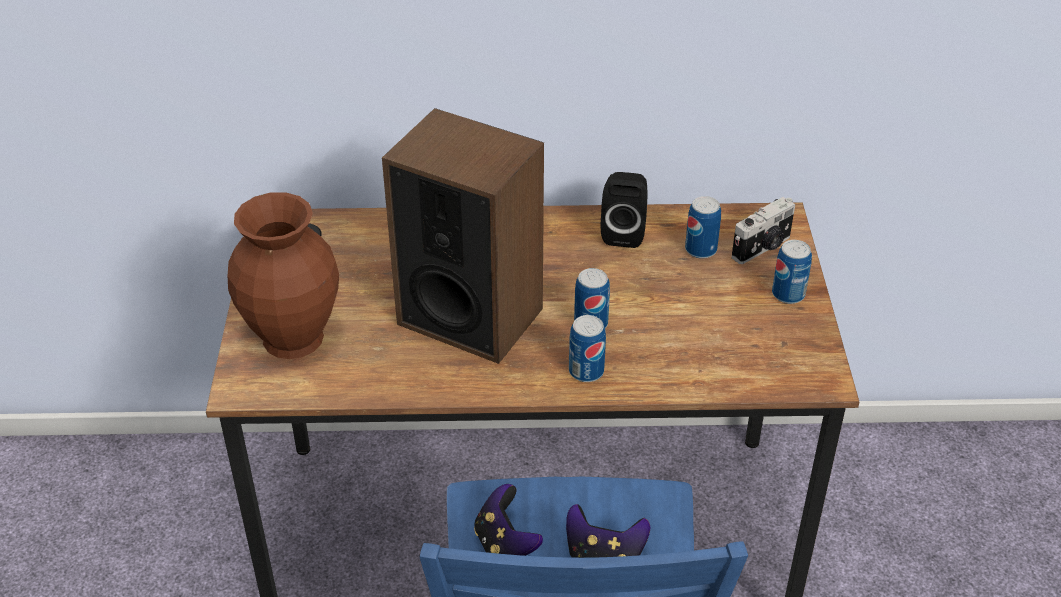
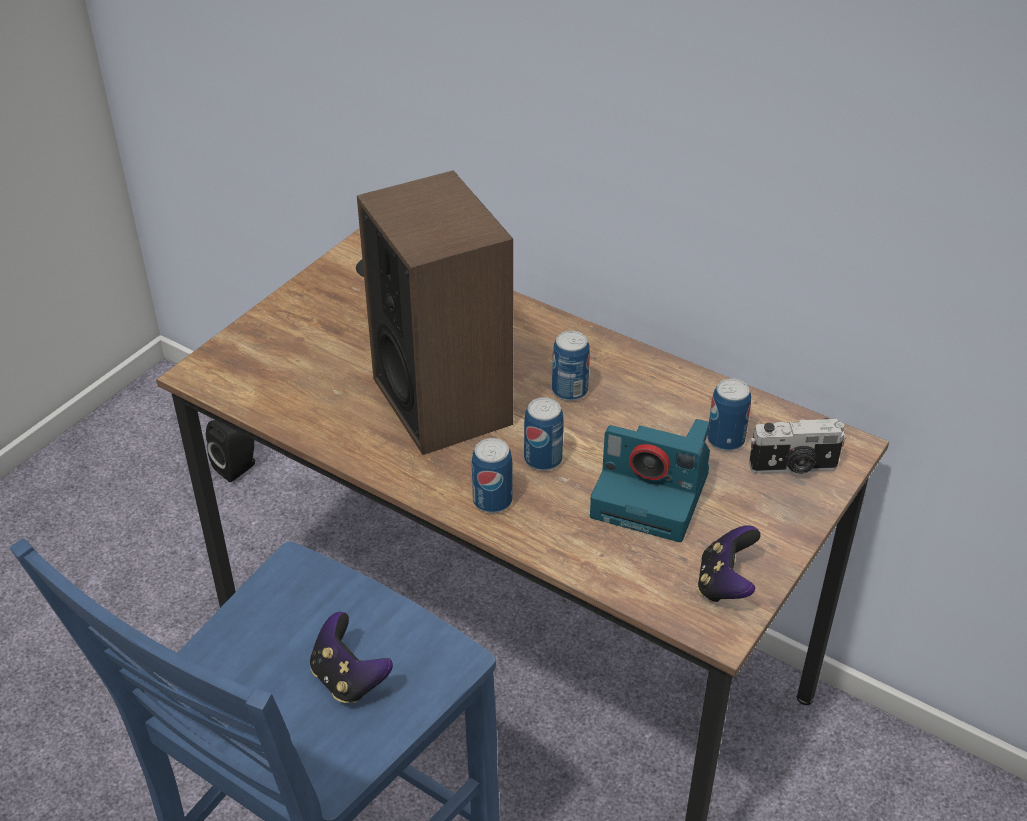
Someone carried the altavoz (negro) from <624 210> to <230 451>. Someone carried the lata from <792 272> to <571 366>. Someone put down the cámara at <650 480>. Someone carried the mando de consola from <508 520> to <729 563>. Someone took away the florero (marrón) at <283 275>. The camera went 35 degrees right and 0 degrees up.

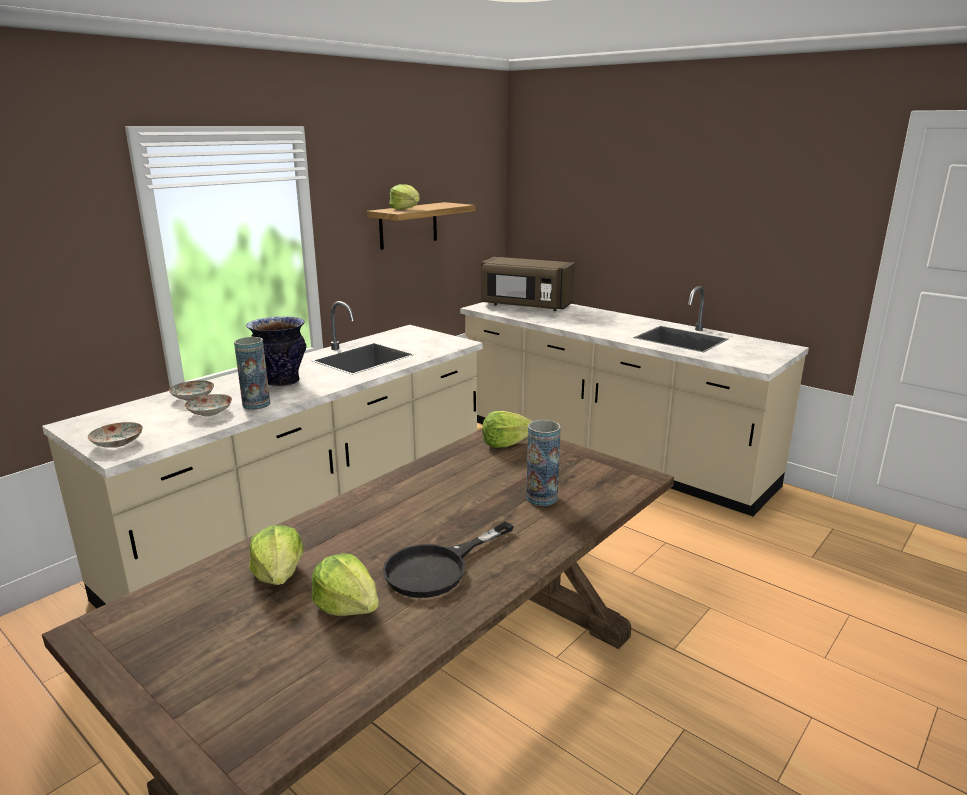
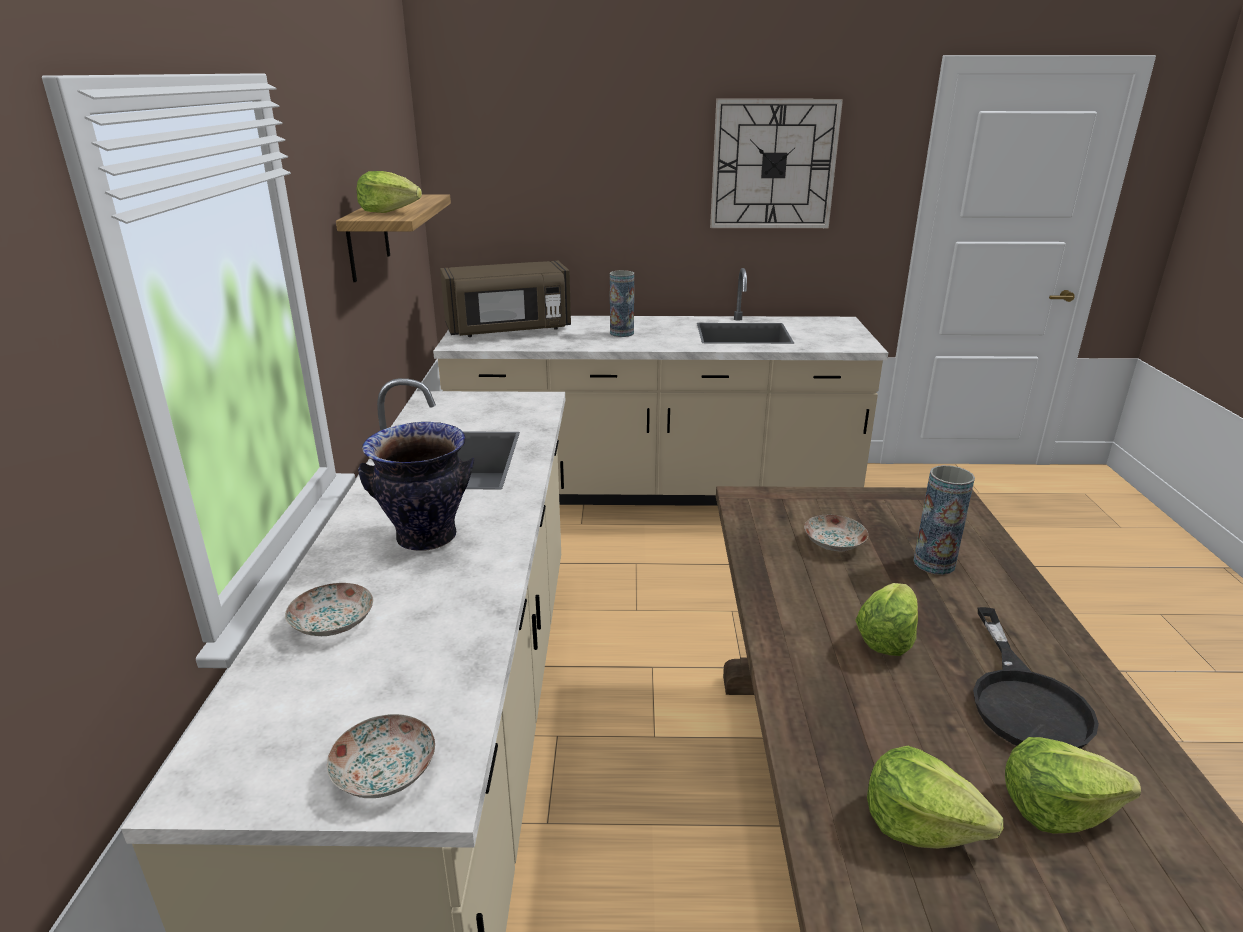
Someone carried the florero from <252 373> to <622 303>. Someone put up the reloj de pared at <776 163>. Someone carried the plato from <208 405> to <836 533>. Someone carried the lechuga from <507 429> to <886 619>. The camera went 40 degrees left and 5 degrees up.

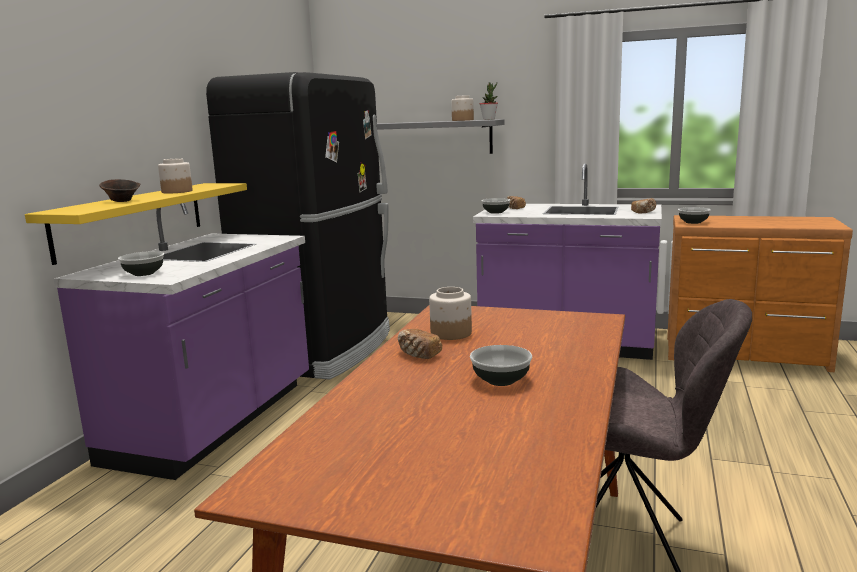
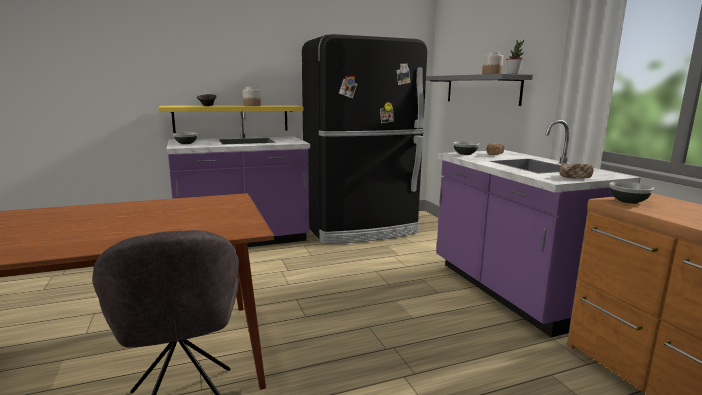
Someone took away the pan at <420 344>. Someone took away the tarro at <450 313>. Someone took away the cuenco at <501 365>. The camera went 50 degrees right and 0 degrees up.

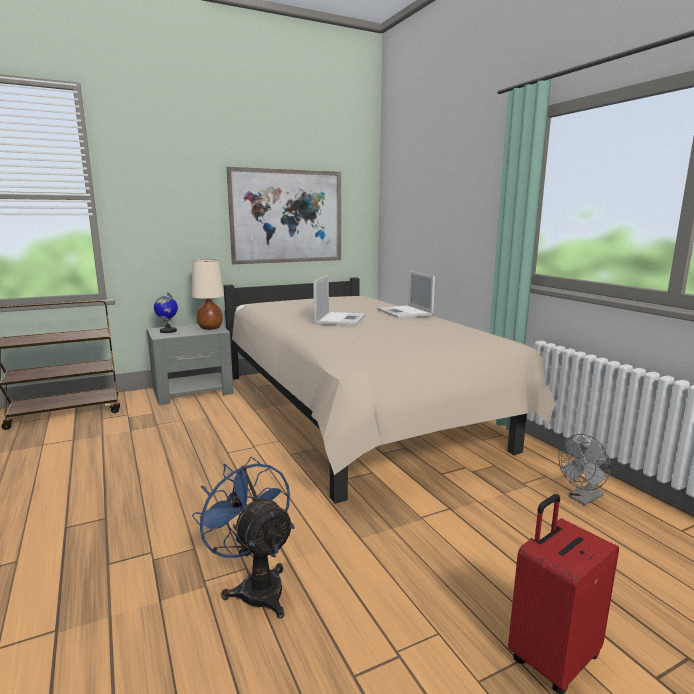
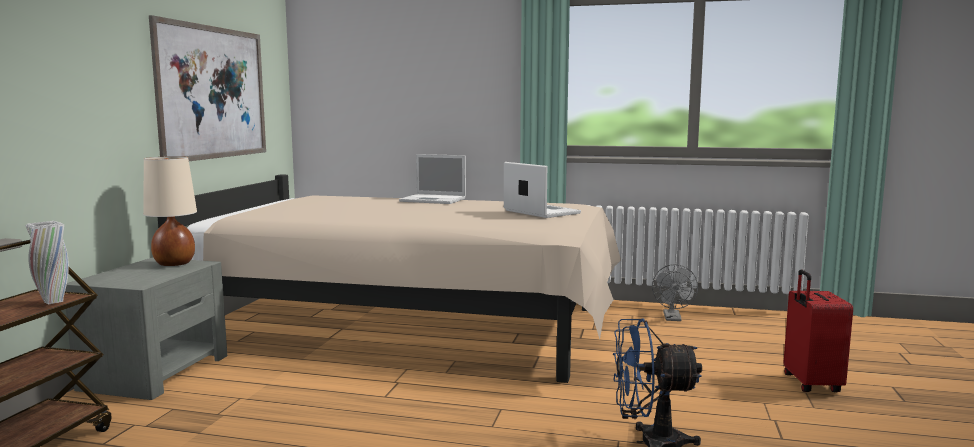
Someone put down the florero (blanco) at <47 263>. Someone carried the portátil from <339 300> to <542 190>. Someone took away the globo terráqueo at <166 313>. The camera went 50 degrees left and 5 degrees down.

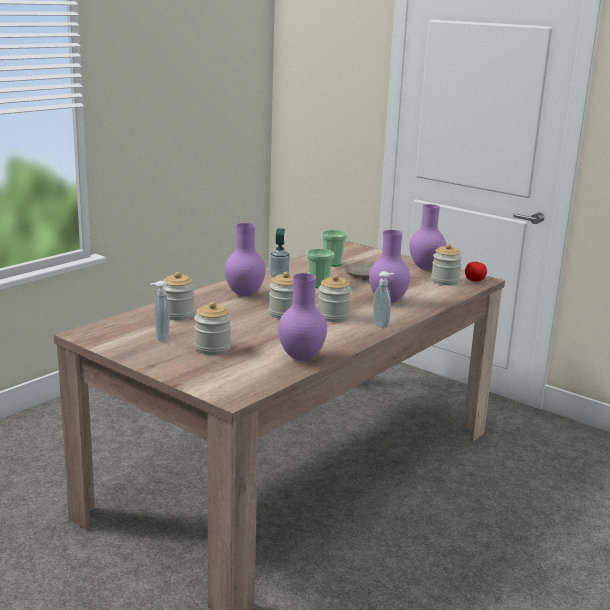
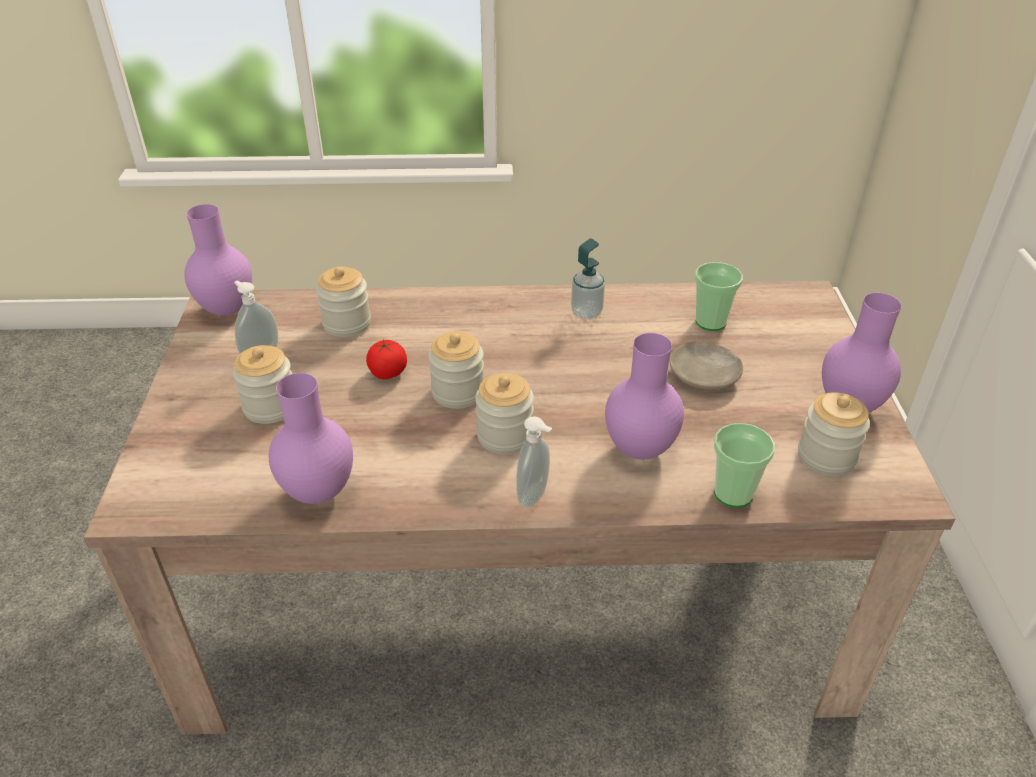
Someone carried the florero (morado) from <245 260> to <218 260>. Someone carried the tomate from <476 271> to <386 359>. Someone carried the taza from <320 268> to <744 465>. The camera went 50 degrees right and 20 degrees up.

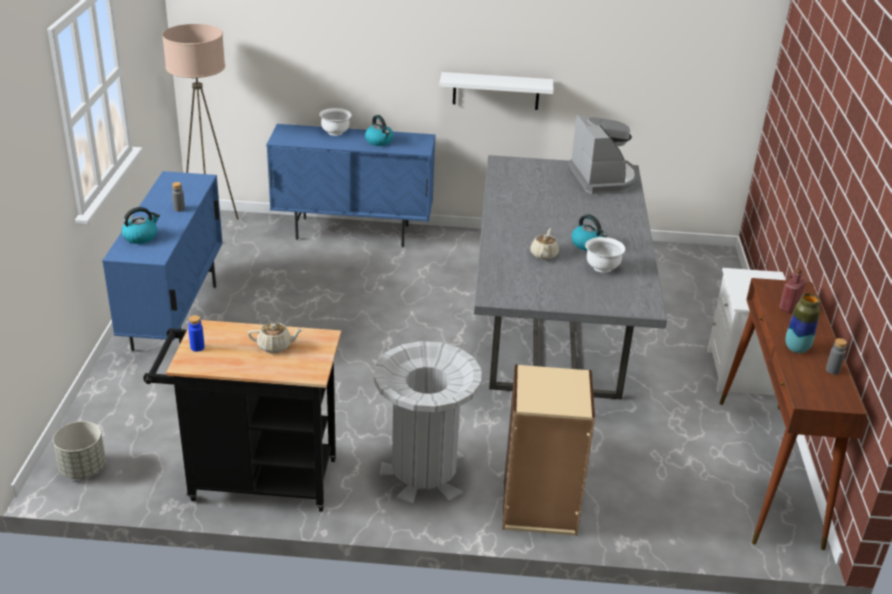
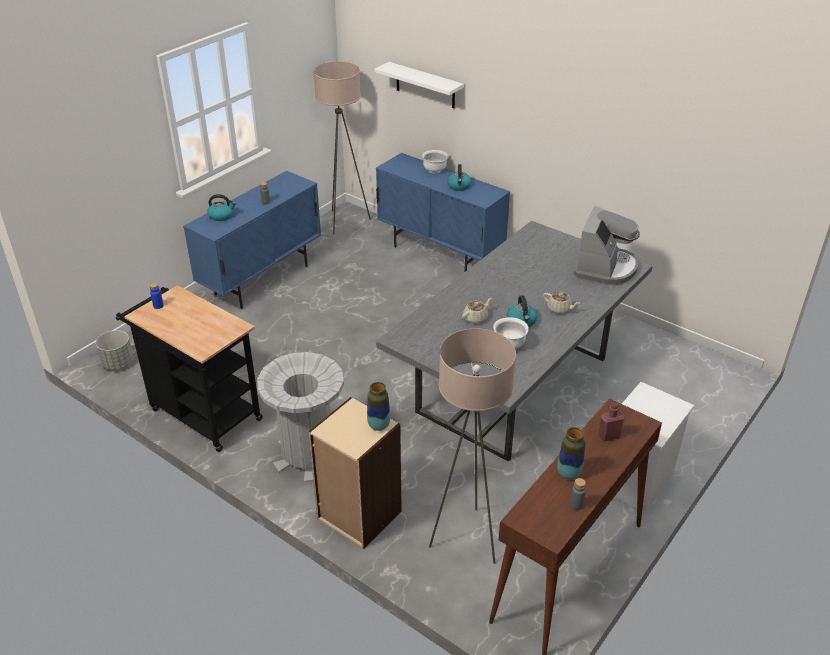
Someone put down the florero at <378 406>. Someone carried the estante (blanco) from <496 91> to <419 85>. Someone put down the lámpara de pie (beis) at <472 446>. Someone carried the tetera (beis) from <275 337> to <561 303>. The camera went 35 degrees right and 5 degrees up.

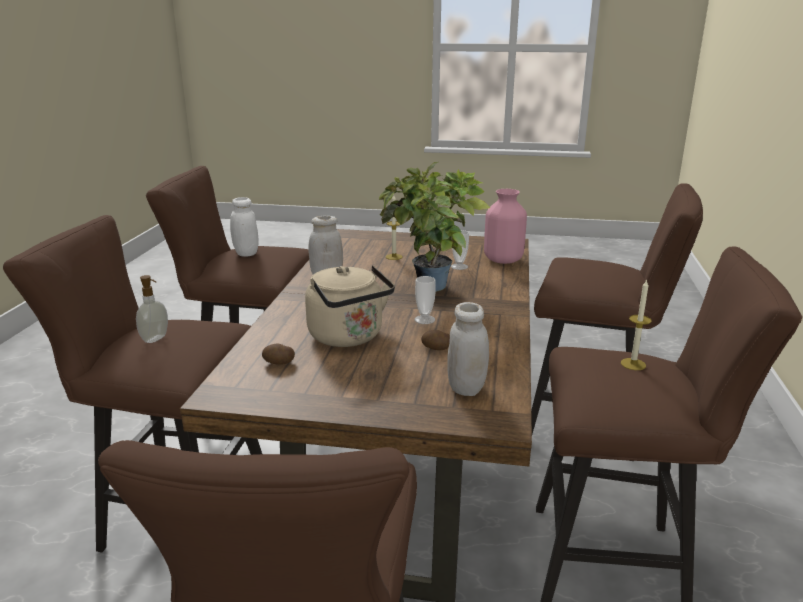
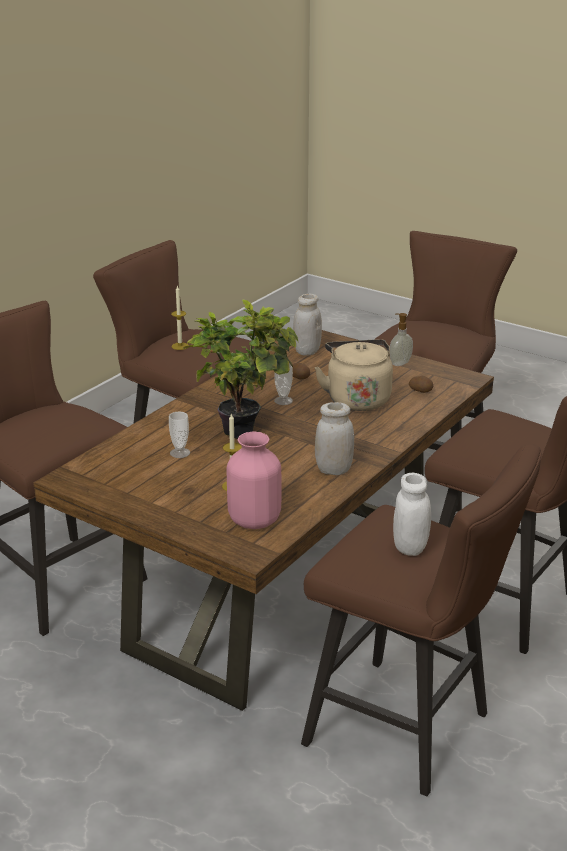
Someone carried the florero (rosa) from <505 226> to <254 480>. Someone carried the dispensador de jabón from <152 309> to <401 339>. The camera went 155 degrees left and 5 degrees up.

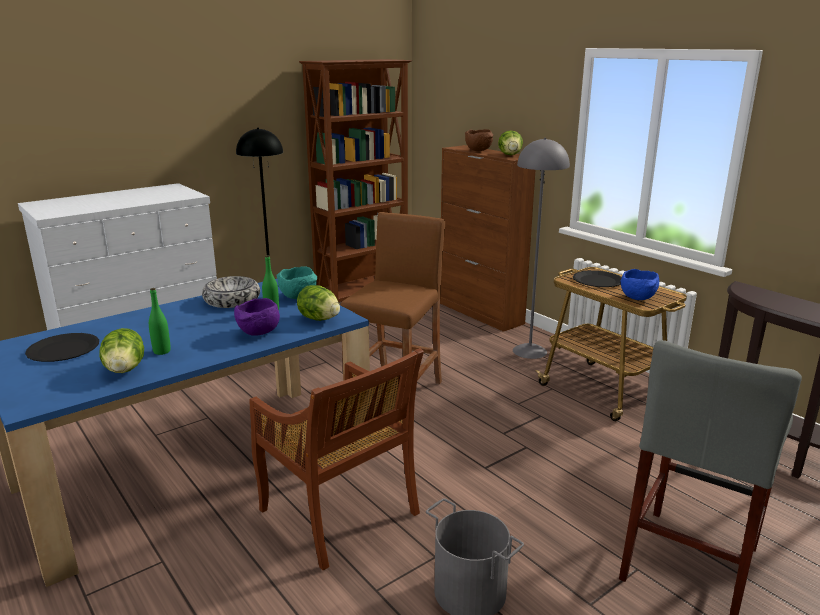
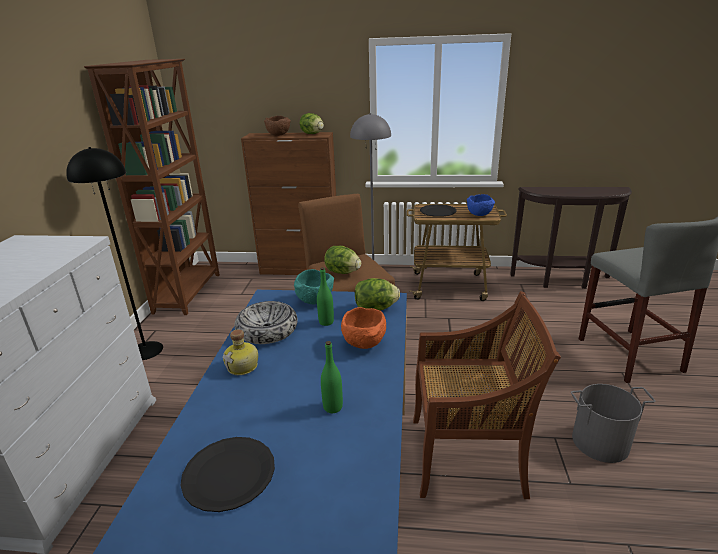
Someone put down the botella at <240 352>. Someone carried the lechuga from <121 350> to <342 260>. Someone repainted the cuenco (morado) at <257 317>, which became the cuenco (naranja) at <363 328>. The camera went 45 degrees left and 5 degrees up.

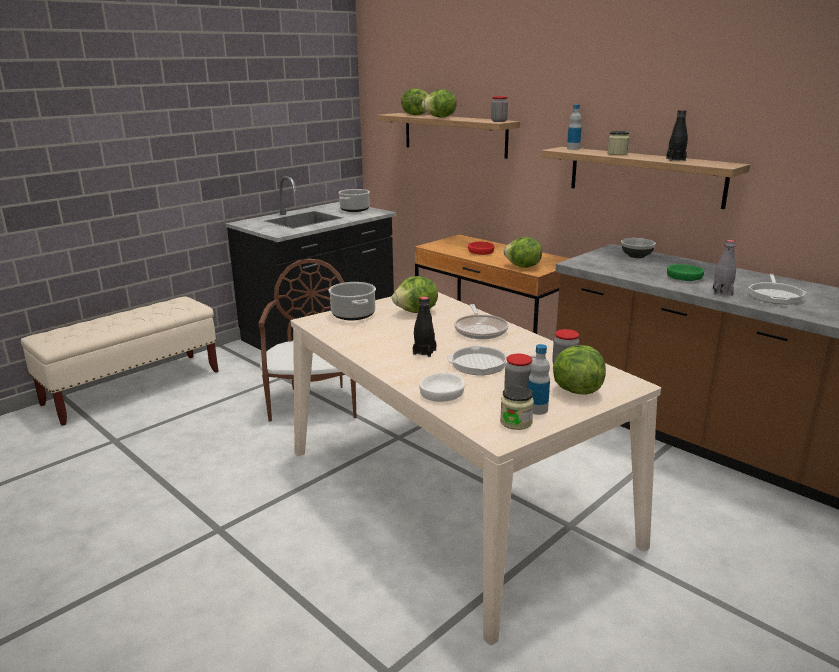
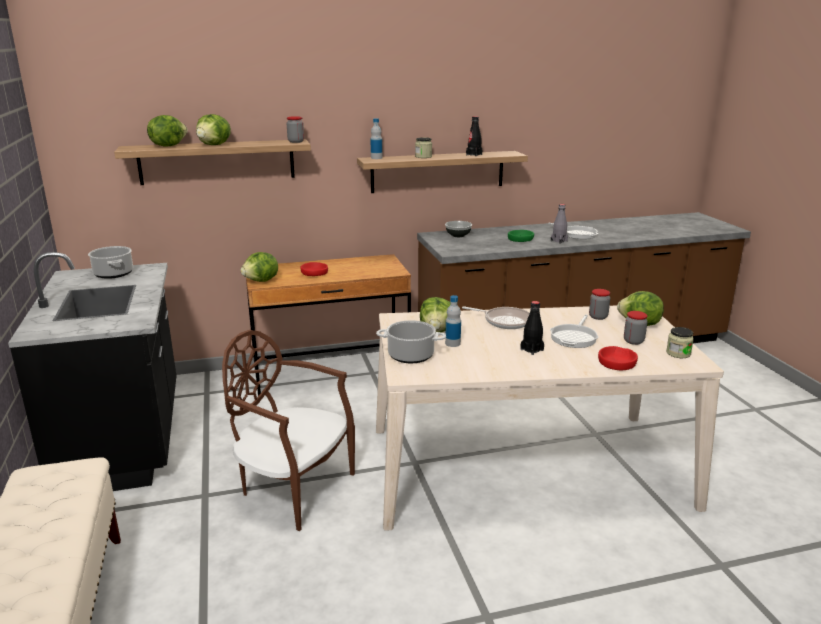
Someone carried the lechuga from <523 252> to <259 267>. Someone carried the botella from <539 379> to <453 321>. Someone repainted the cuenco (blanco) at <442 387>, which became the cuenco (rojo) at <618 358>. The camera went 60 degrees left and 0 degrees up.

